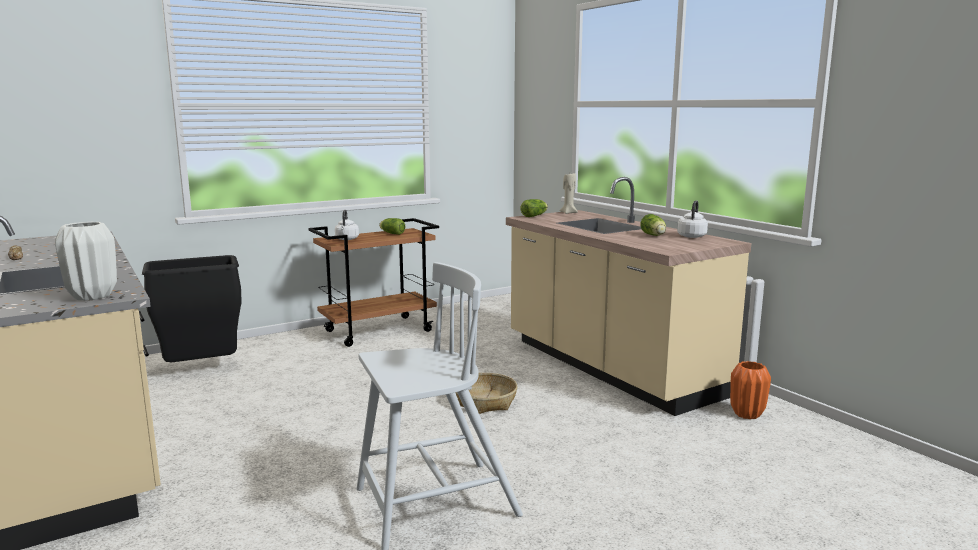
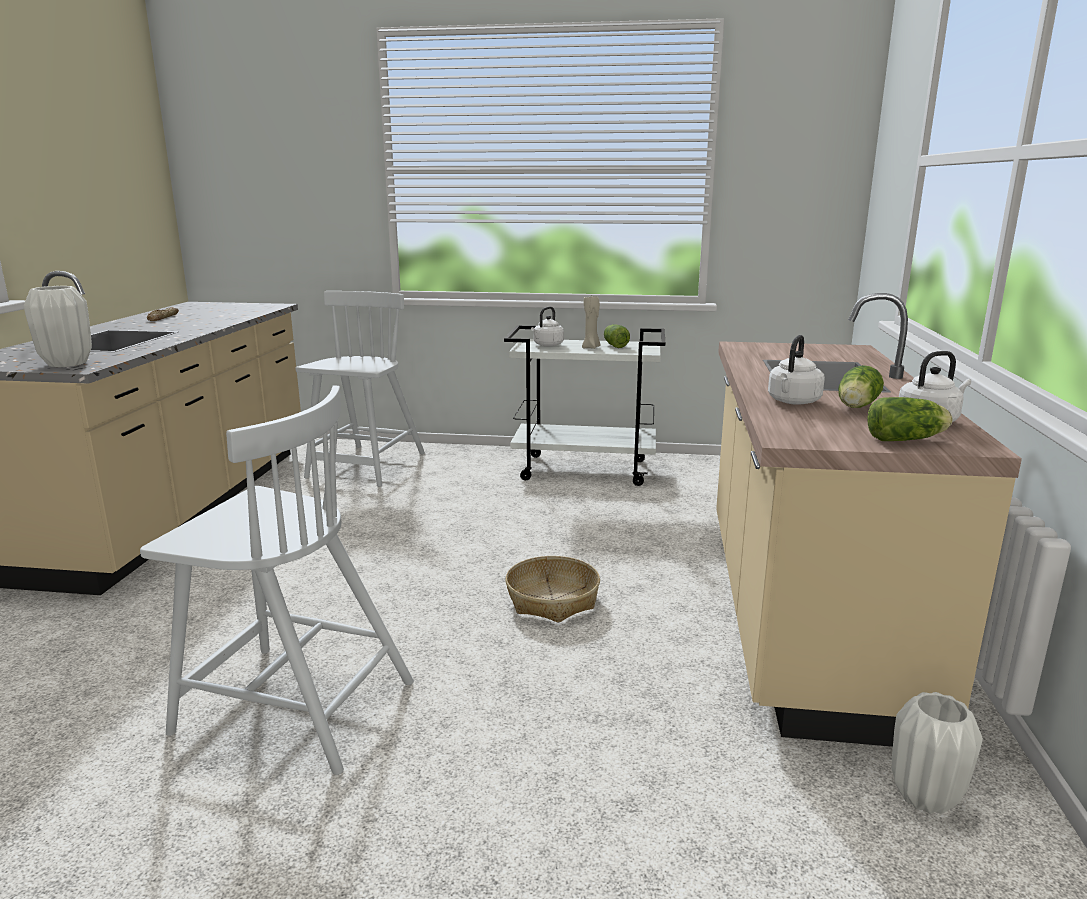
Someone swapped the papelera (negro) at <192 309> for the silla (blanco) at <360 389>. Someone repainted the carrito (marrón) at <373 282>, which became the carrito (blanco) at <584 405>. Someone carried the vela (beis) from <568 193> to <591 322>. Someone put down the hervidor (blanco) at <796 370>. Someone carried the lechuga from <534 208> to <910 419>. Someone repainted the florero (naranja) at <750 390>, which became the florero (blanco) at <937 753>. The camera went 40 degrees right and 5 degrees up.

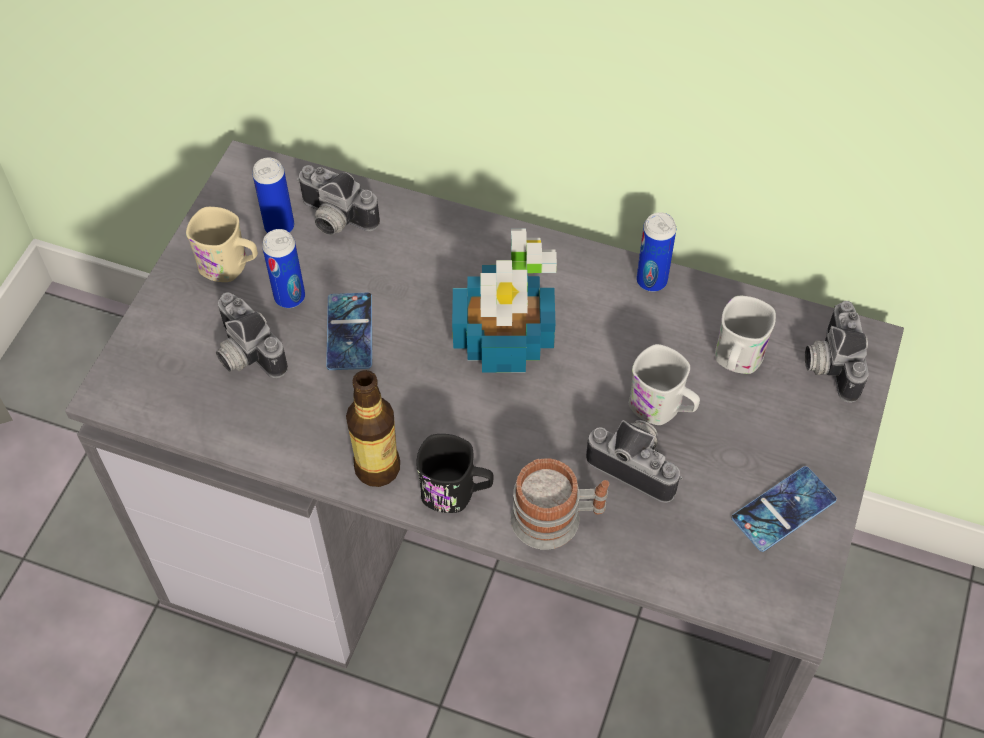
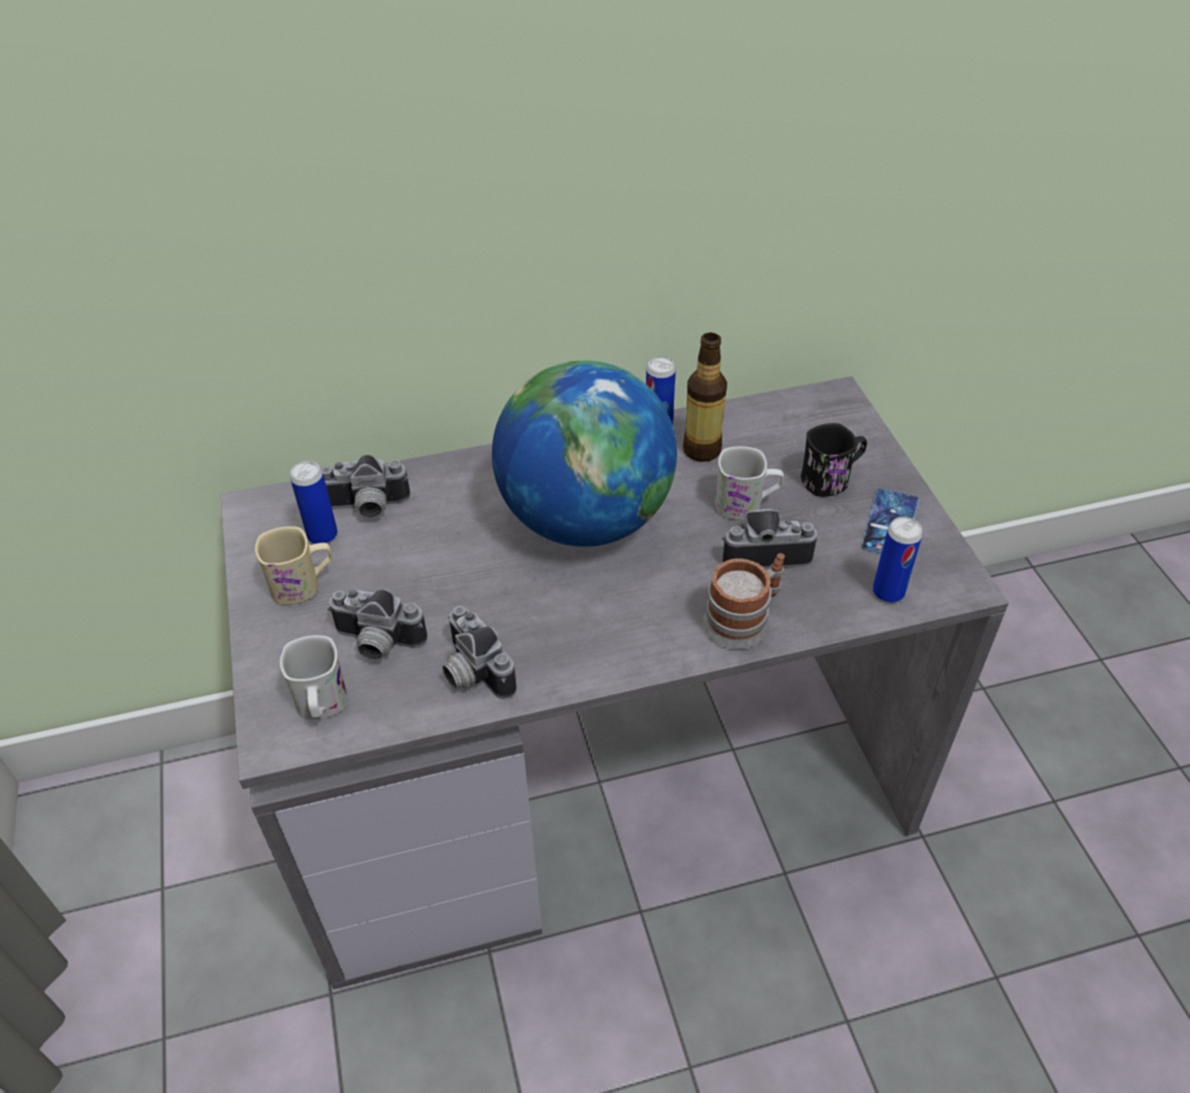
Someone carried the taza grande (blanco) from <745 335> to <313 677>. Someone carried the cámara from <837 352> to <480 652>. Someone swapped the planta en maceta at <504 301> for the globo terráqueo at <584 453>. Someone carried the botella from <373 428> to <705 397>. Someone carried the taza grande (negro) from <455 473> to <834 460>. Someone carried the lata from <283 268> to <897 560>. Someone took away the móvil at <349 331>. The camera went 35 degrees left and 10 degrees down.

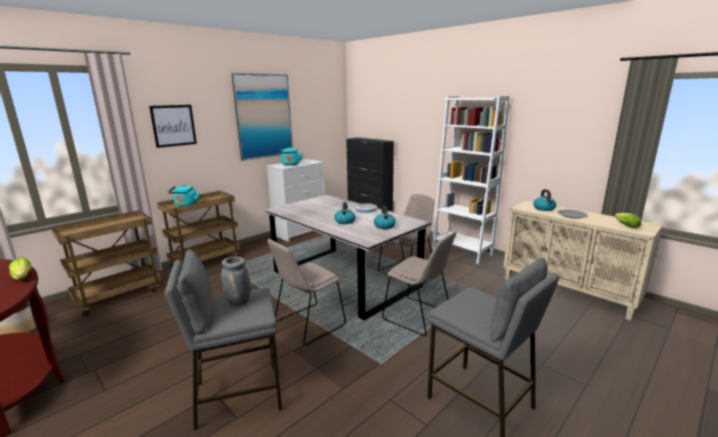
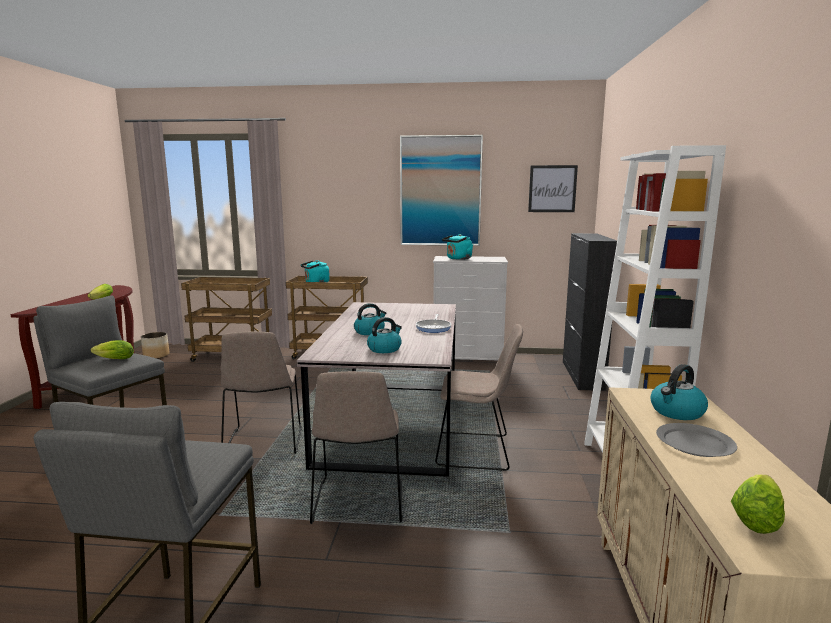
Someone swapped the florero (gris) at <236 281> for the lechuga at <112 349>. Someone rotated the silla (beis) at <306 292> by 105 degrees counterclockwise. Someone carried the cuadro from <173 126> to <553 188>. The camera went 50 degrees right and 5 degrees down.

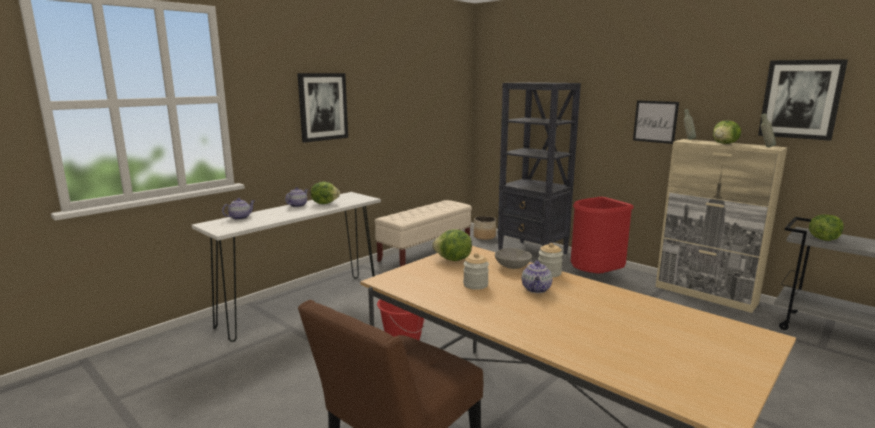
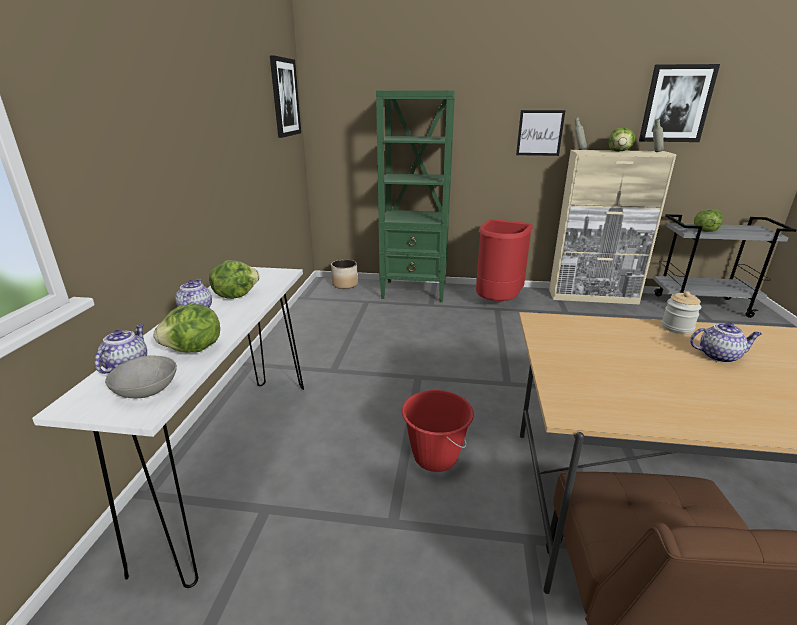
Someone carried the cuenco (gris) from <513 258> to <141 376>. Someone carried the lechuga from <452 245> to <187 328>. Someone carried the cuadro from <322 108> to <285 96>. Someone repainted the estantería (negro) at <539 168>, which became the estantería (verde) at <415 196>. Someone rotated the tetera at <537 276> by 60 degrees counterclockwise. Someone took away the banco (beis) at <423 233>. Someone took away the tarro at <476 271>. The camera went 35 degrees left and 10 degrees up.

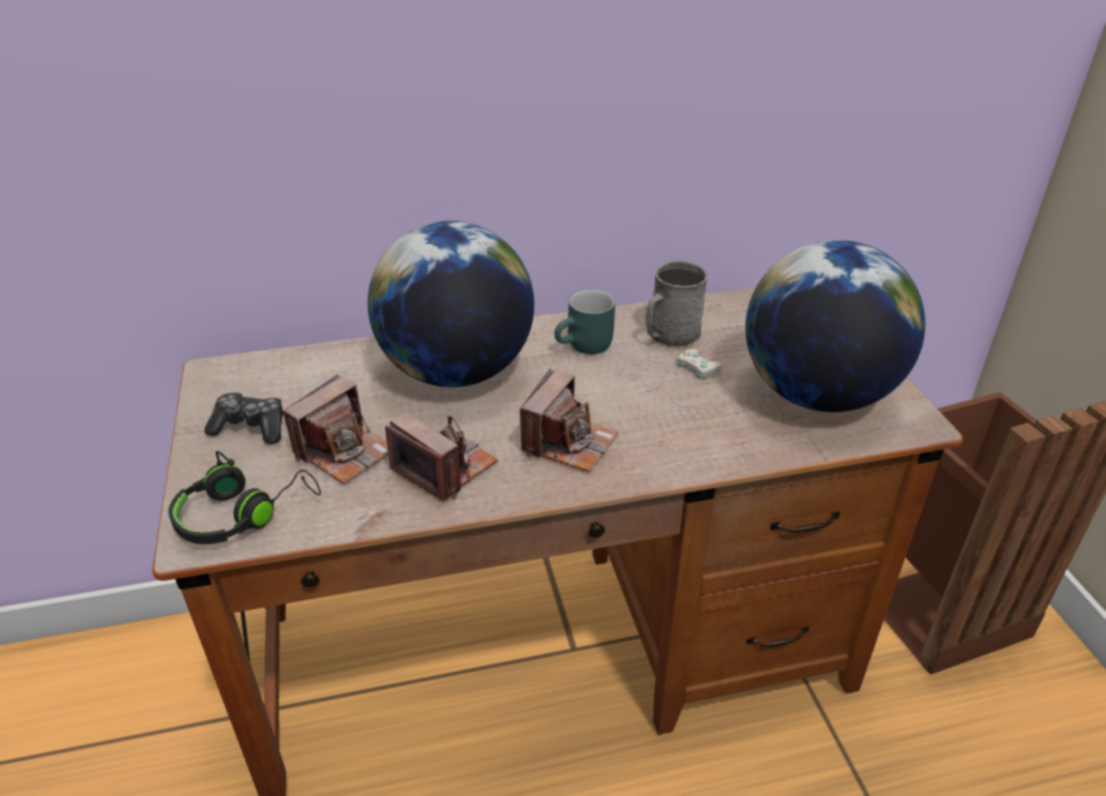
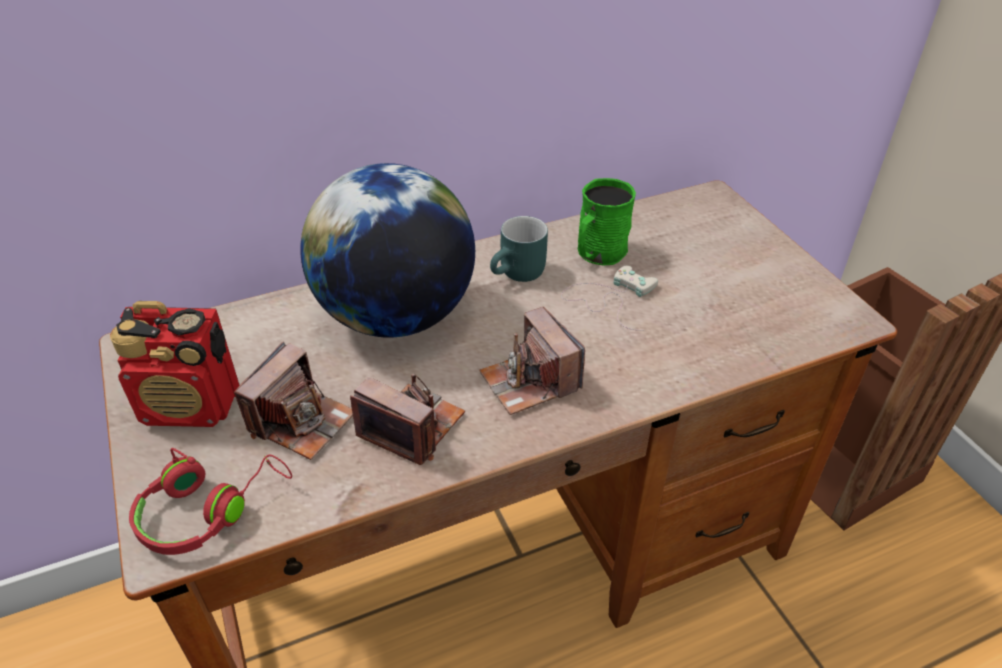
Someone swapped the mando de consola at <243 418> for the radio at <175 364>. Someone repainted the auriculares (negro) at <244 497>, which became the auriculares (rojo) at <210 501>. Someone rotated the cámara at <569 420> by 135 degrees clockwise. Someone repainted the taza grande (gris) at <677 304>, which became the taza grande (verde) at <607 221>. Someone took away the globo terráqueo at <835 326>. The camera went 10 degrees left and 5 degrees up.

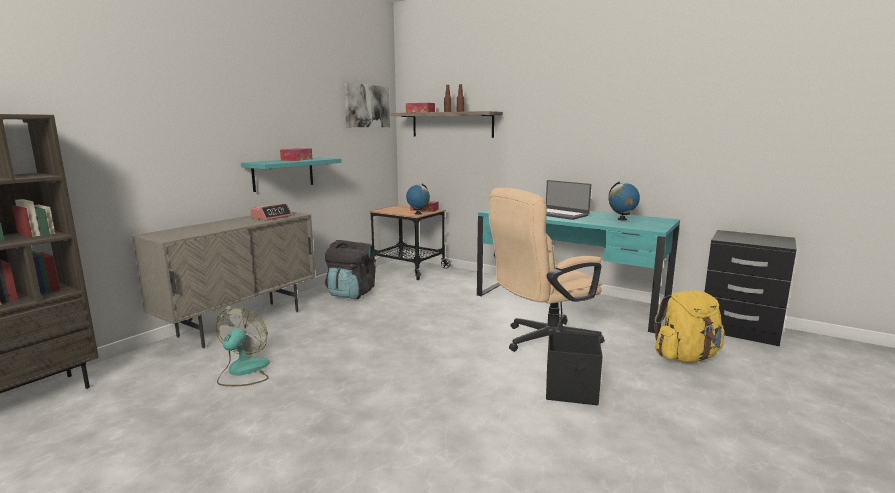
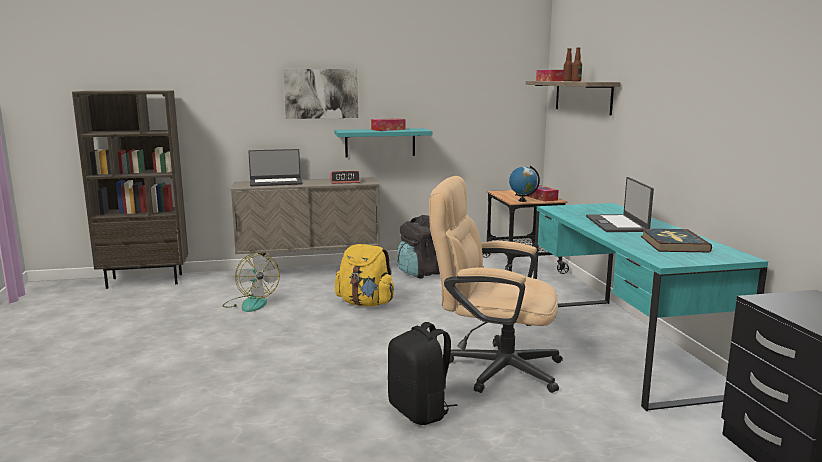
Someone rotated the ventilador at <243 347> by 90 degrees clockwise. Someone put down the portátil at <275 167>. Someone carried the cuadro from <367 105> to <321 94>. Someone carried the mochila (amarillo) from <689 326> to <364 275>. Someone swapped the caja de almacenaje (negro) at <574 368> for the mochila (negro) at <423 373>. Someone swapped the globo terráqueo at <624 201> for the libro at <676 240>. The camera went 45 degrees right and 0 degrees up.

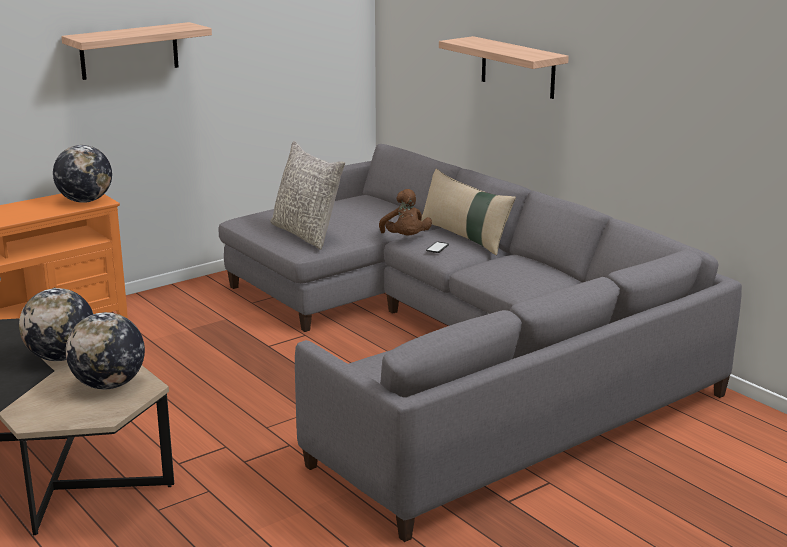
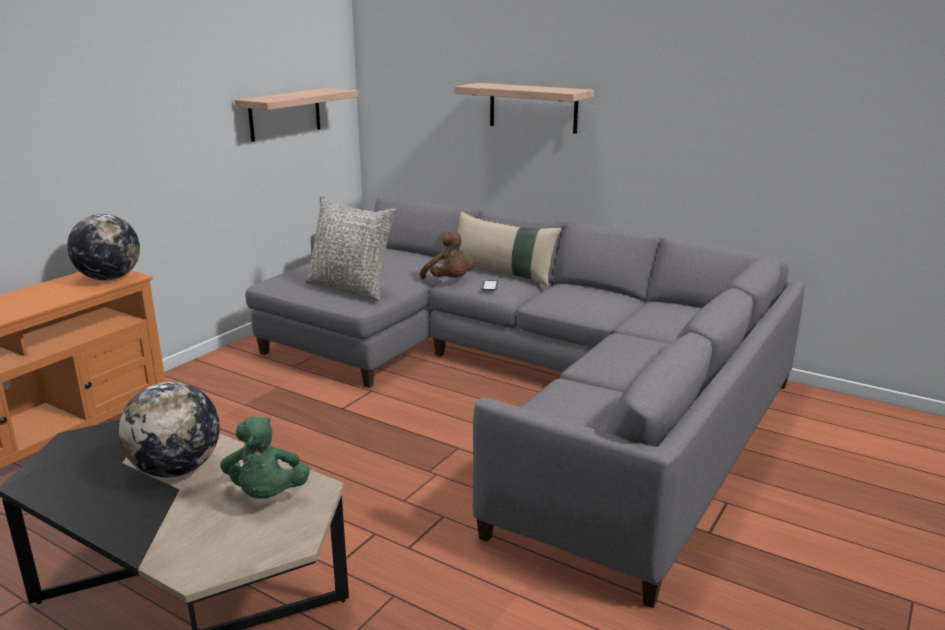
Someone swapped the globo terráqueo at <105 350> for the peluche (verde) at <265 458>. Someone carried the estante from <136 51> to <296 115>. The camera went 20 degrees left and 0 degrees up.

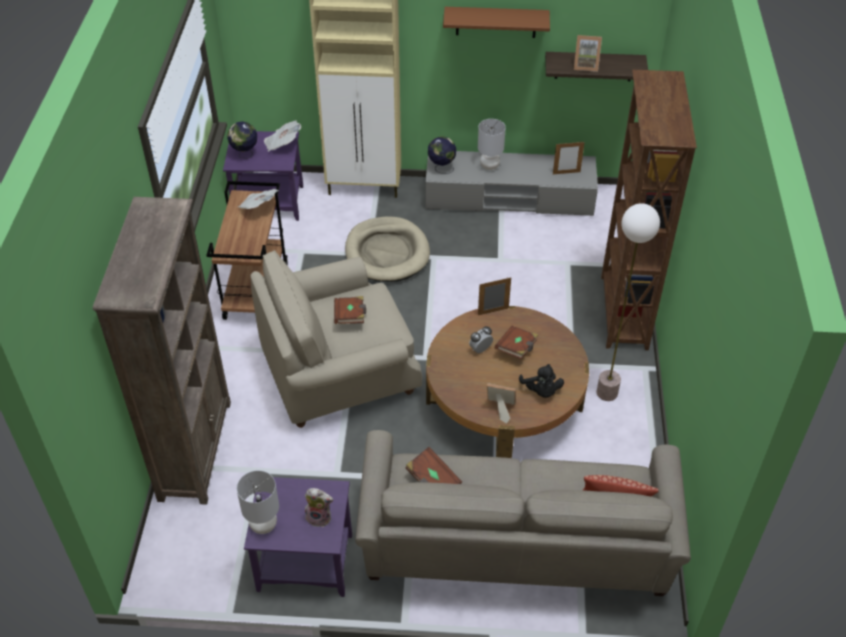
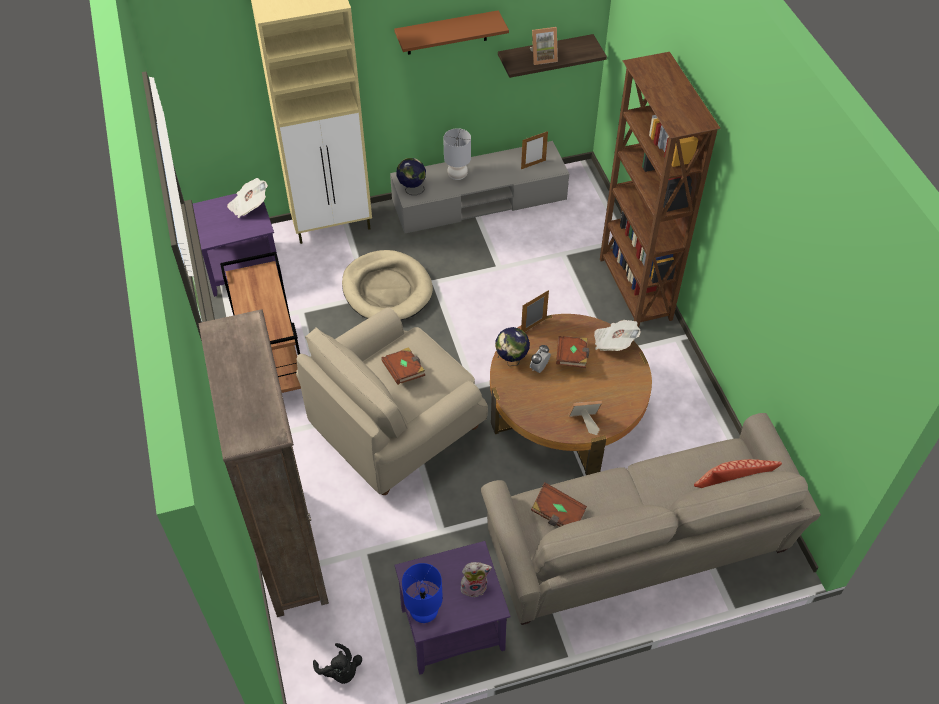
Someone carried the peluche (negro) from <541 381> to <337 663>. Someone repainted the lámpara de mesa (gris) at <258 502>, which became the lámpara de mesa (azul) at <422 593>. Someone carried the globo terráqueo from <242 140> to <512 346>. Someone carried the periódico from <258 199> to <617 335>. Someone took away the lámpara de pie at <628 302>. The camera went 20 degrees left and 5 degrees up.

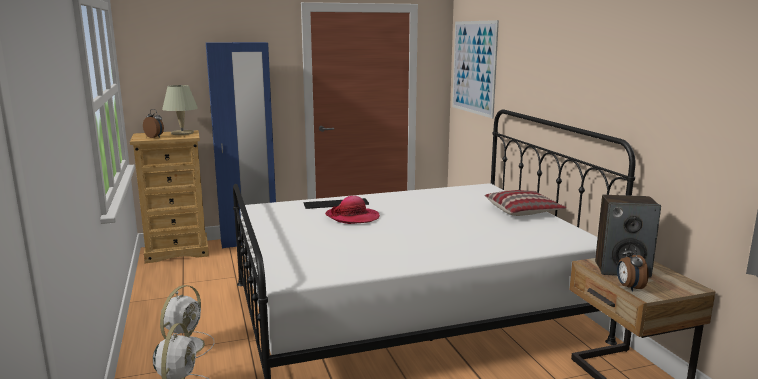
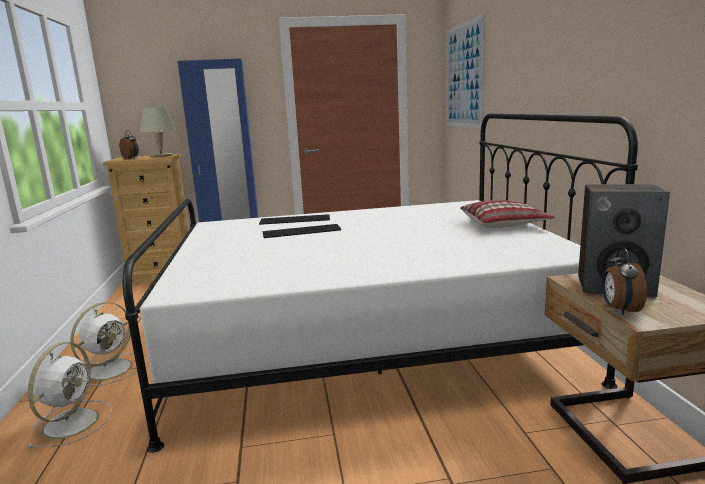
Someone swapped the sombrero at <352 210> for the teclado at <302 231>. The camera went 10 degrees right and 0 degrees up.

